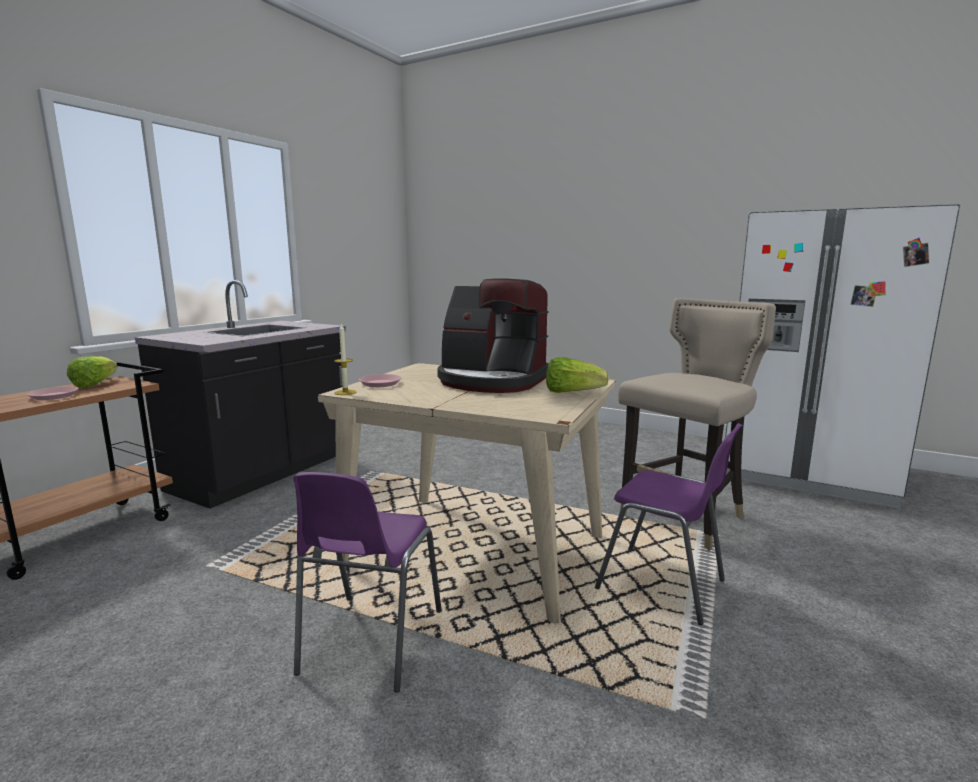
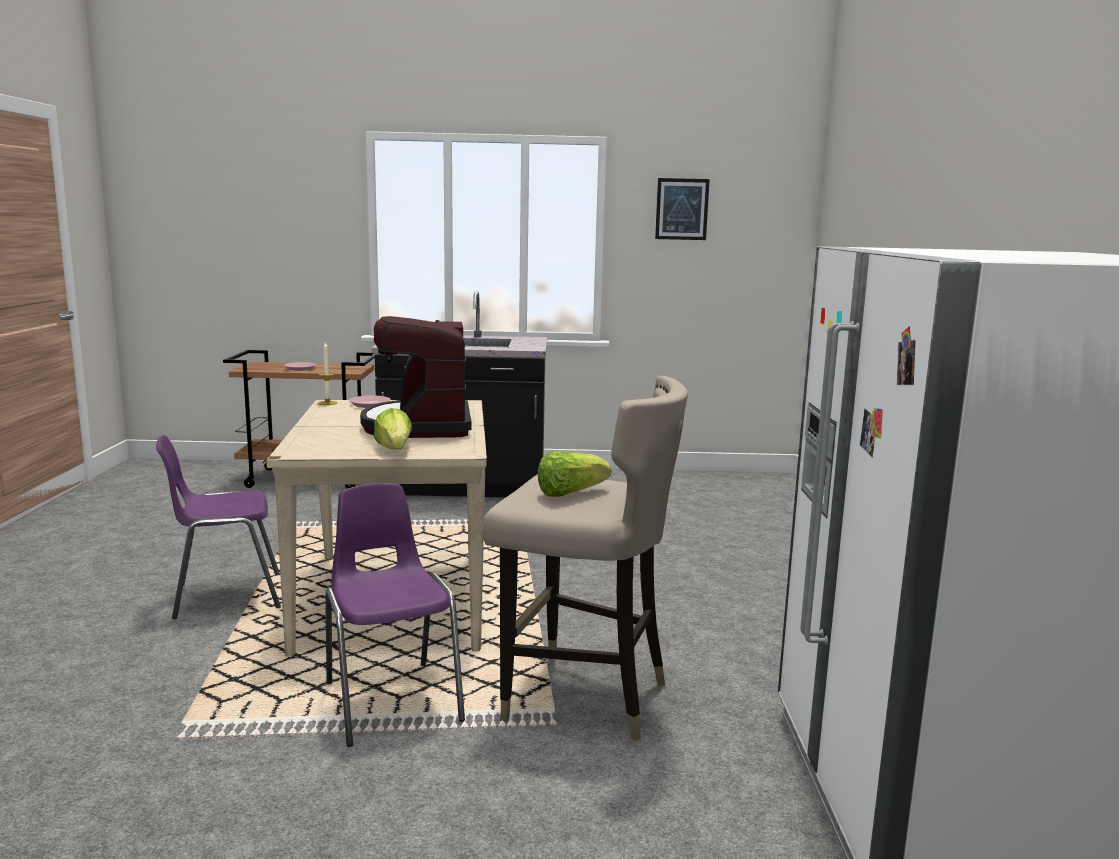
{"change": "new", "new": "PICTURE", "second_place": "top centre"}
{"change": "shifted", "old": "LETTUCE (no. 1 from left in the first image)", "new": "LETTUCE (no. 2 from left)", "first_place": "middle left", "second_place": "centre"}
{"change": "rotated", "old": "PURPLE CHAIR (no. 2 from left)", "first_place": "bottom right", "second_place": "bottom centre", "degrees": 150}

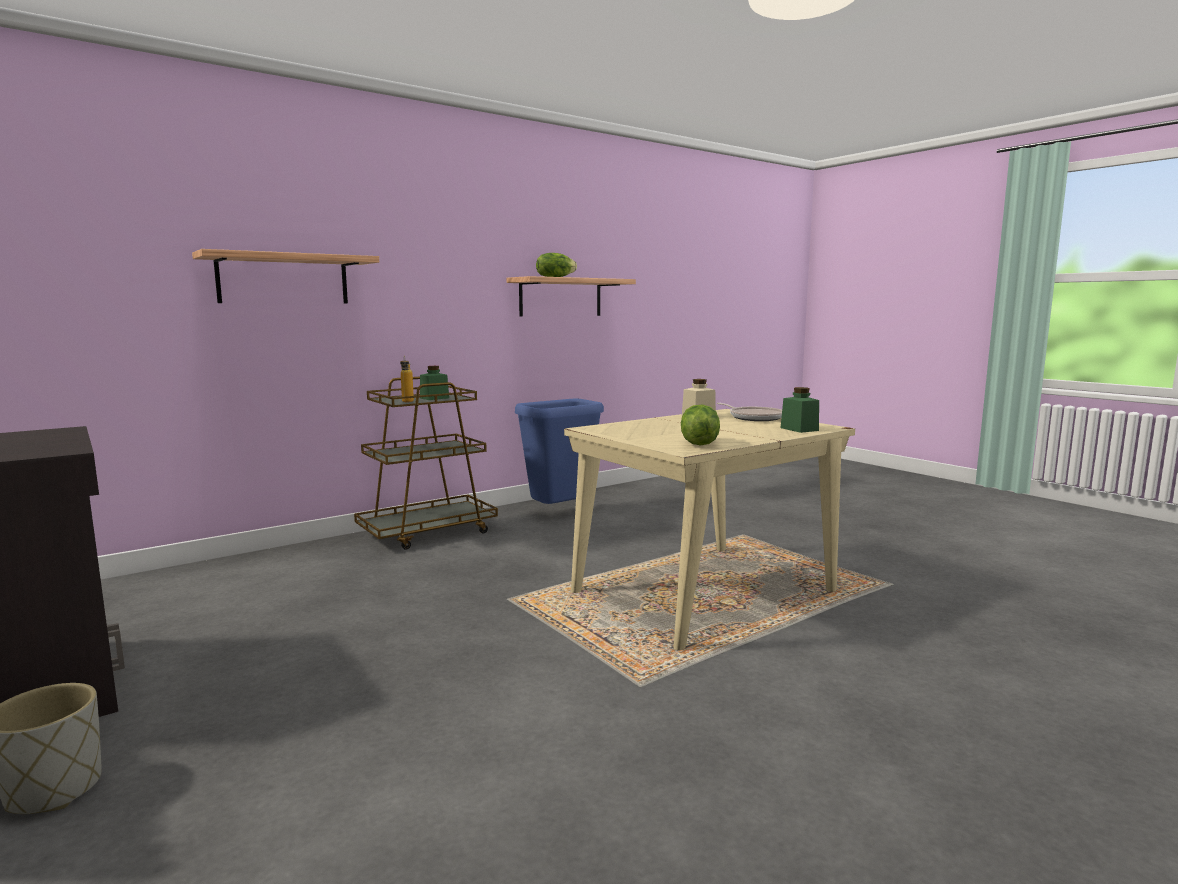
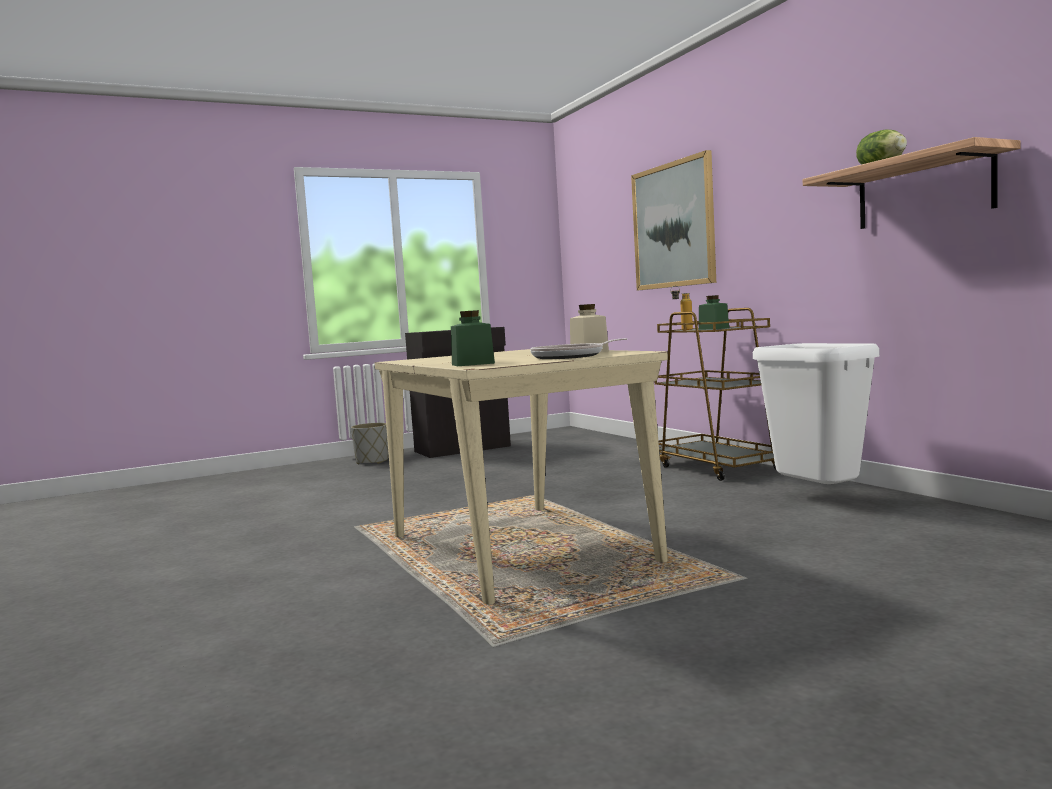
{"change": "gone", "old": "LETTUCE (no. 2 from left)", "first_place": "centre"}
{"change": "swapped", "old": "SHELF (no. 1 from left)", "new": "PICTURE", "first_place": "top left", "second_place": "top centre"}
{"change": "repainted", "old": "BLUE TRASH CAN", "new": "WHITE TRASH CAN", "first_place": "centre", "second_place": "middle right"}

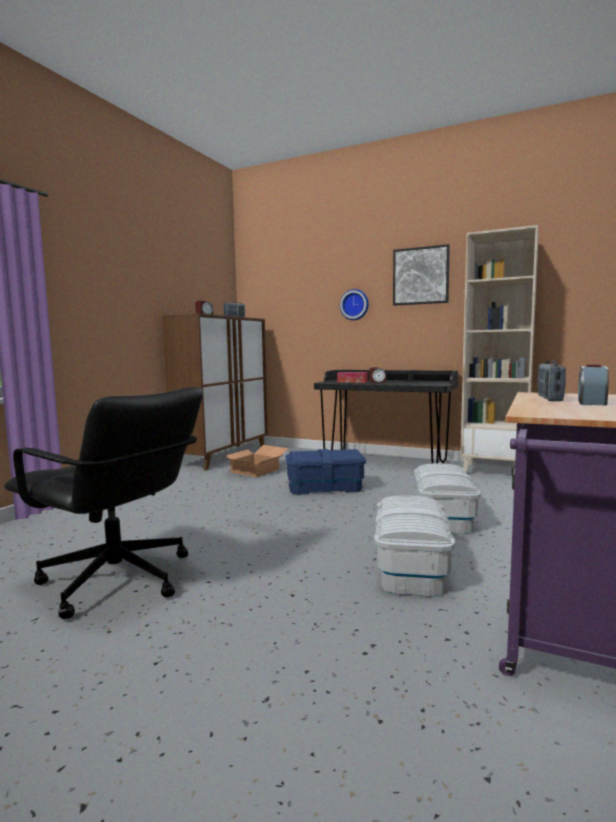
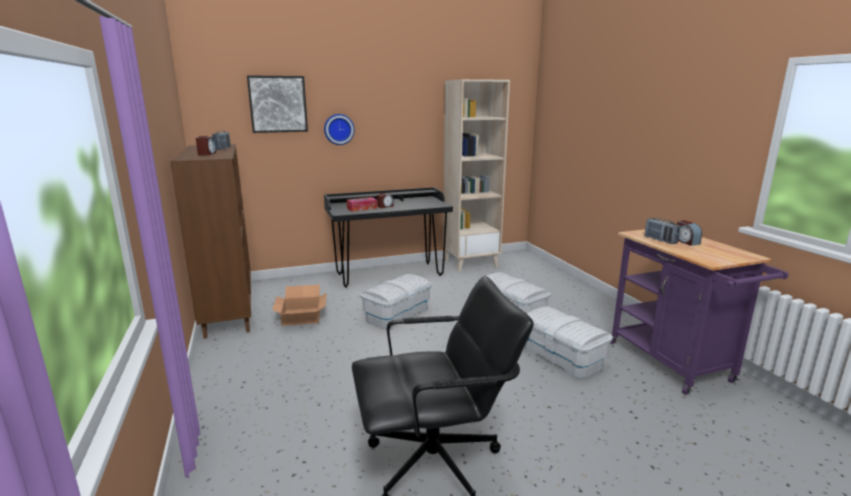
{"change": "shifted", "old": "PICTURE", "first_place": "middle right", "second_place": "top left"}
{"change": "repainted", "old": "BLUE STORAGE BOX", "new": "WHITE STORAGE BOX (no. 1 from left)", "first_place": "centre", "second_place": "centre"}

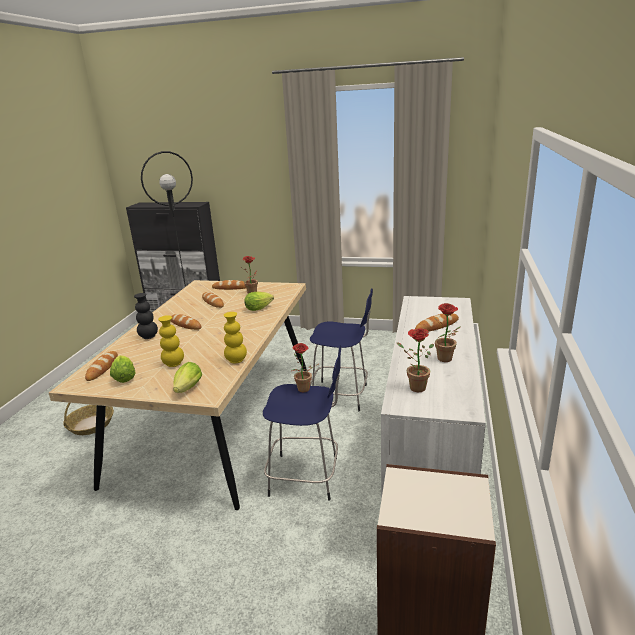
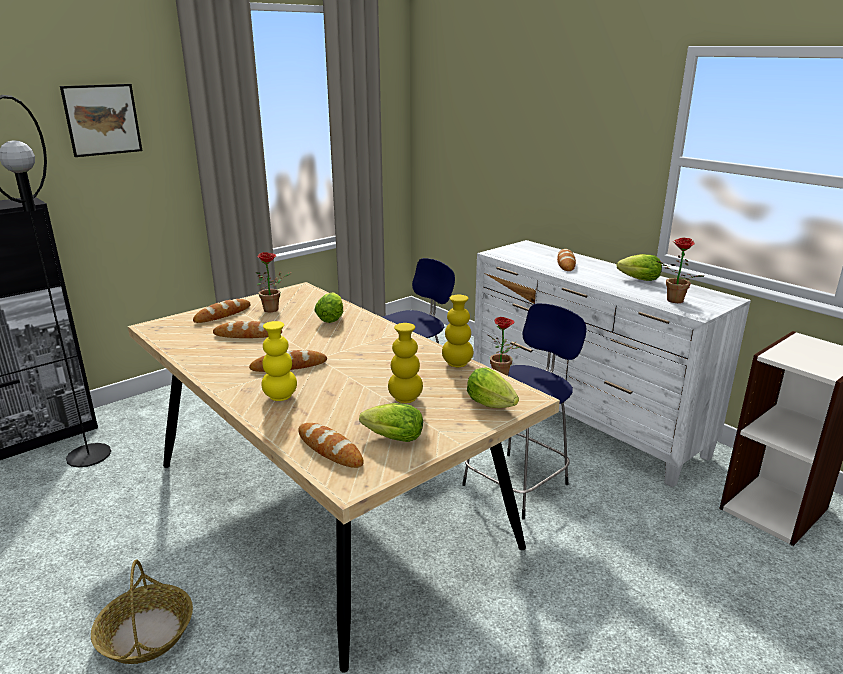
{"change": "new", "new": "PICTURE", "second_place": "top left"}
{"change": "swapped", "old": "POTTED PLANT (no. 4 from left)", "new": "LETTUCE (no. 4 from left)", "first_place": "middle right", "second_place": "middle right"}
{"change": "repainted", "old": "BLACK VASE", "new": "YELLOW VASE (no. 1 from left)", "first_place": "middle left", "second_place": "middle left"}

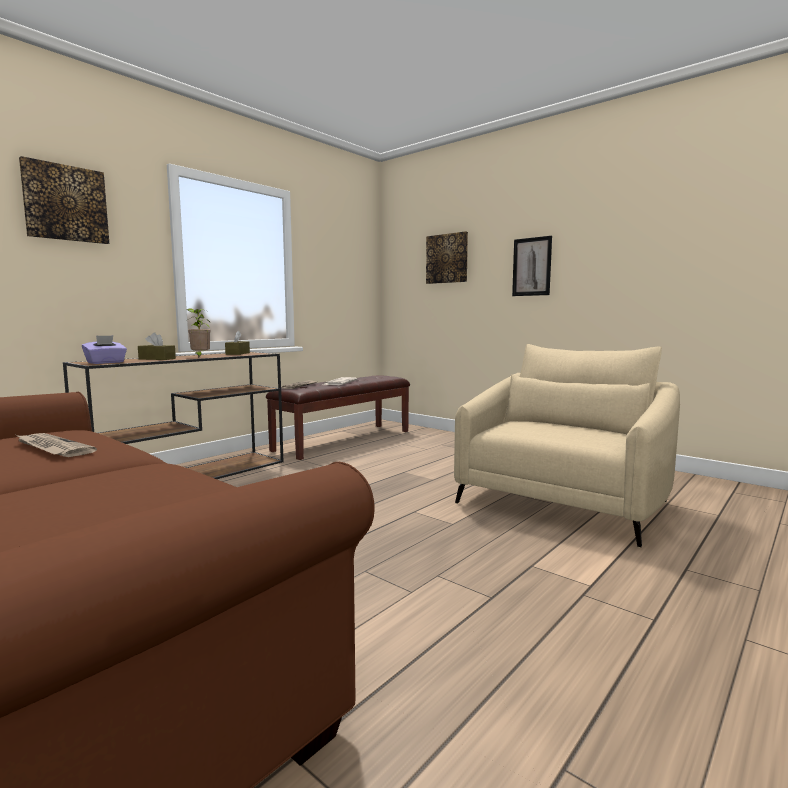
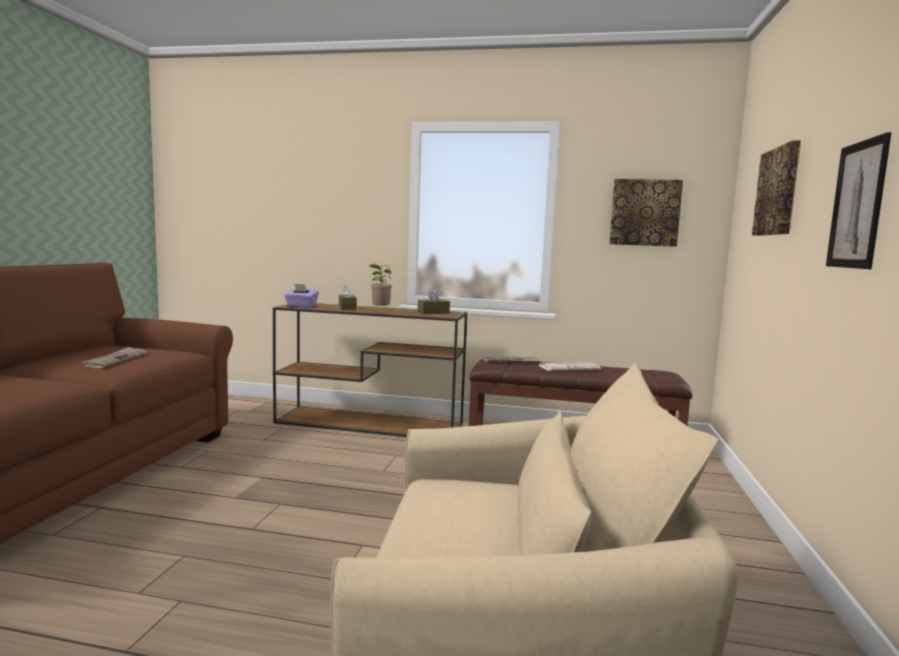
{"change": "shifted", "old": "PICTURE (no. 1 from left)", "first_place": "top left", "second_place": "top right"}

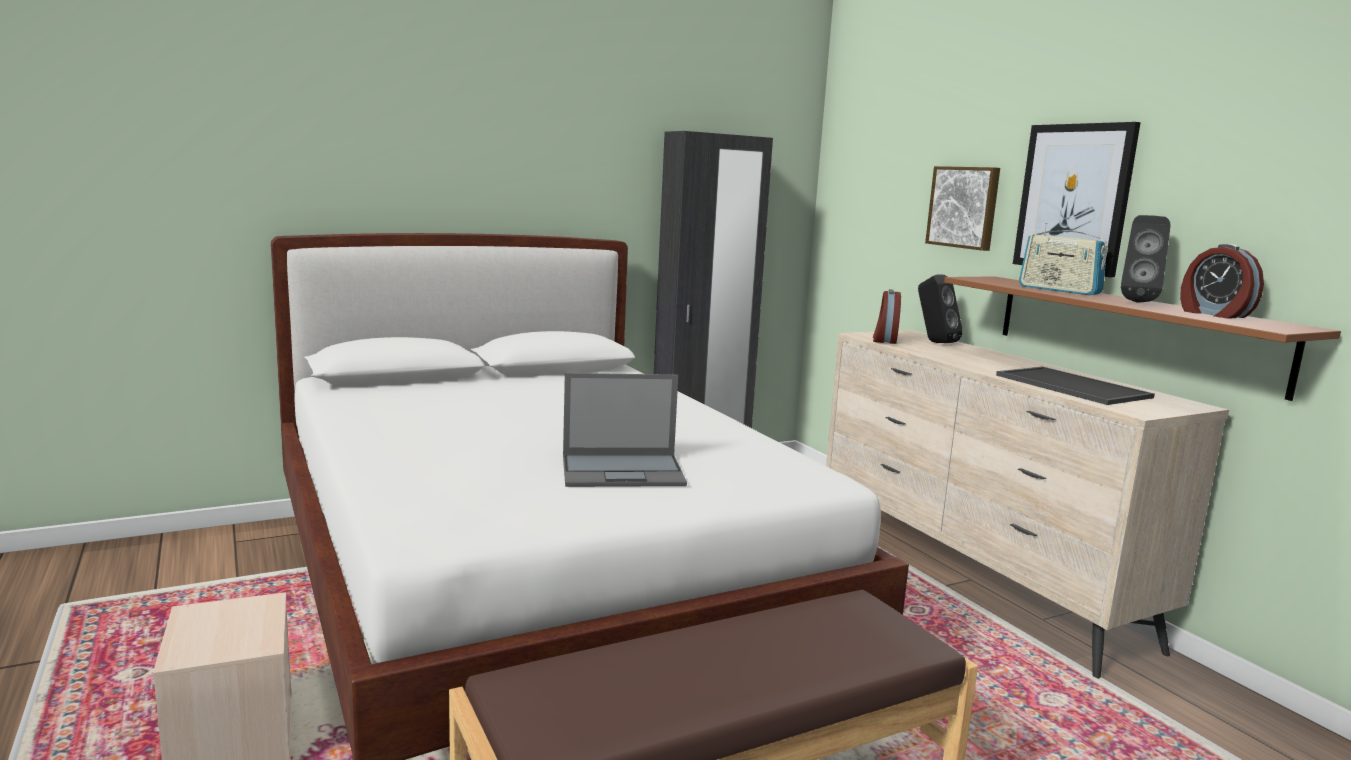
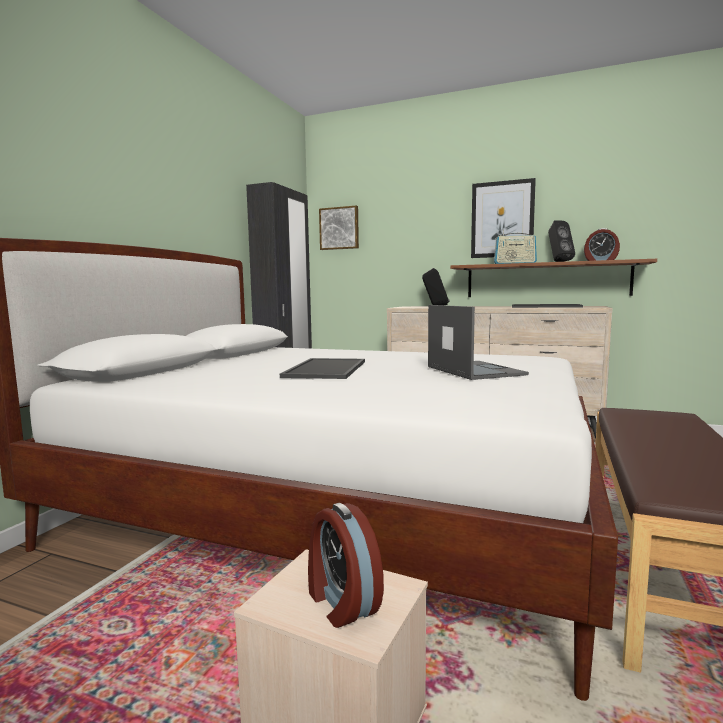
{"change": "new", "new": "TRAY (no. 1 from left)", "second_place": "centre"}
{"change": "shifted", "old": "ALARM CLOCK (no. 1 from left)", "first_place": "centre", "second_place": "bottom centre"}
{"change": "shifted", "old": "PICTURE (no. 1 from left)", "first_place": "top right", "second_place": "top centre"}
{"change": "rotated", "old": "LAPTOP", "first_place": "centre", "second_place": "centre", "degrees": -60}

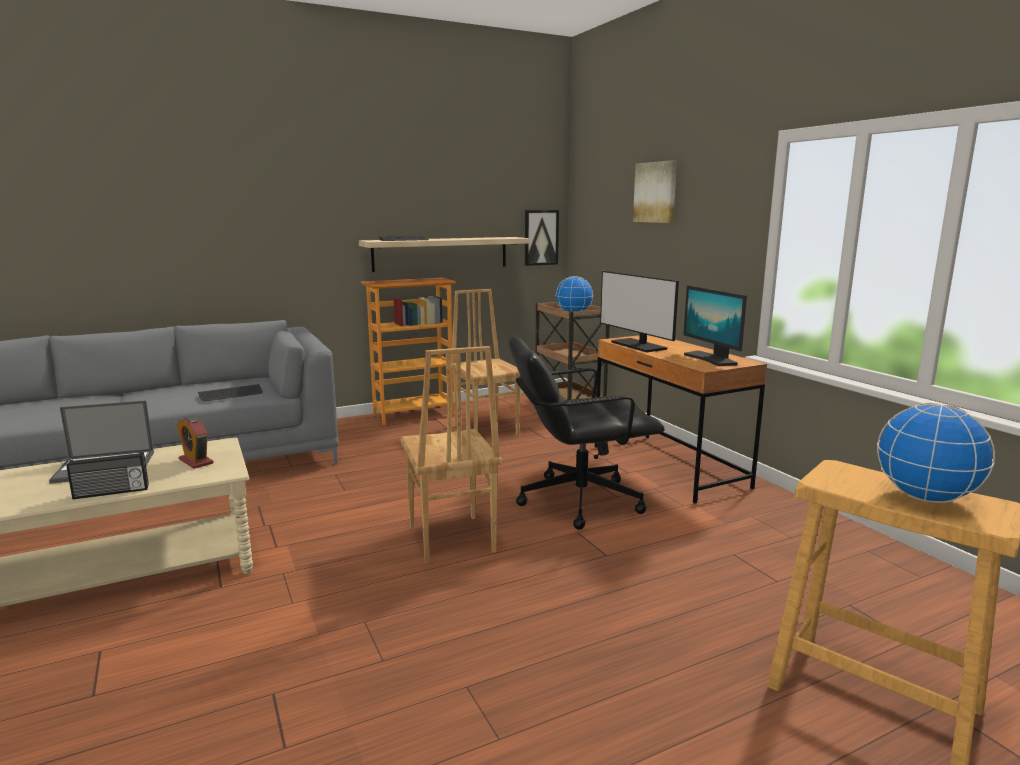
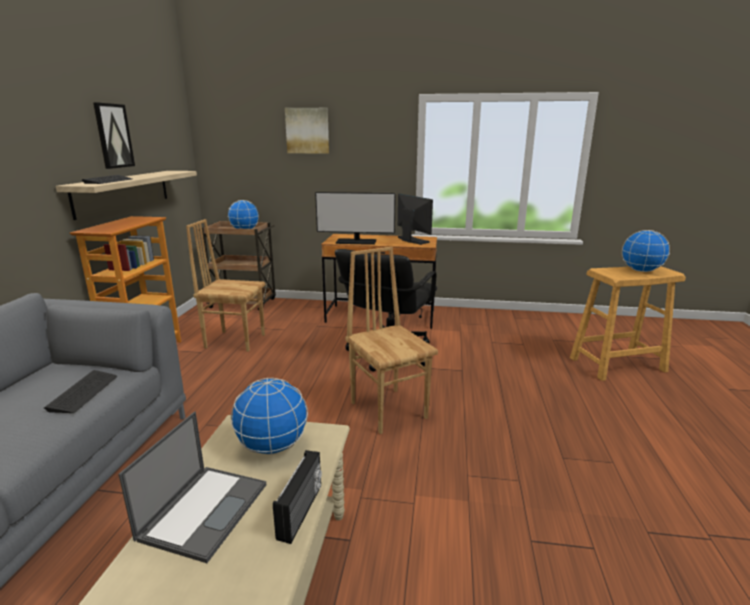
{"change": "shifted", "old": "PICTURE (no. 1 from left)", "first_place": "top centre", "second_place": "top left"}
{"change": "swapped", "old": "ALARM CLOCK", "new": "GLOBE (no. 2 from left)", "first_place": "middle left", "second_place": "bottom centre"}
{"change": "rotated", "old": "BROWN CHAIR (no. 1 from left in the first image)", "first_place": "centre", "second_place": "centre", "degrees": -135}
{"change": "rotated", "old": "MONITOR (no. 2 from left)", "first_place": "middle right", "second_place": "centre", "degrees": -135}

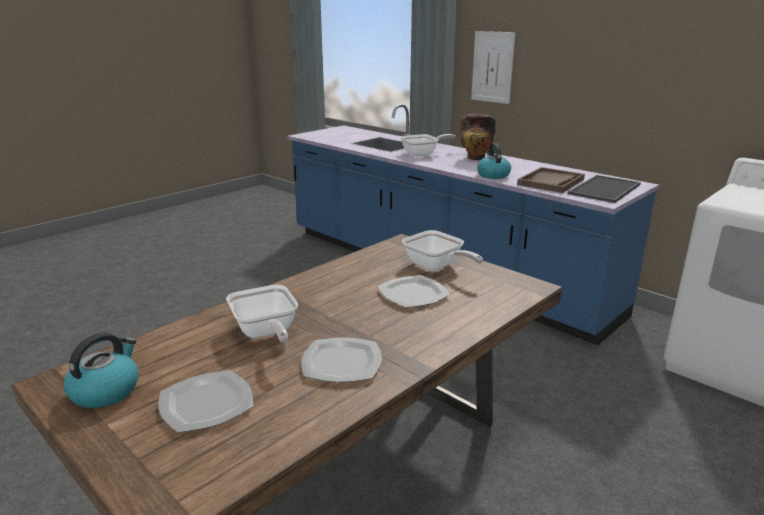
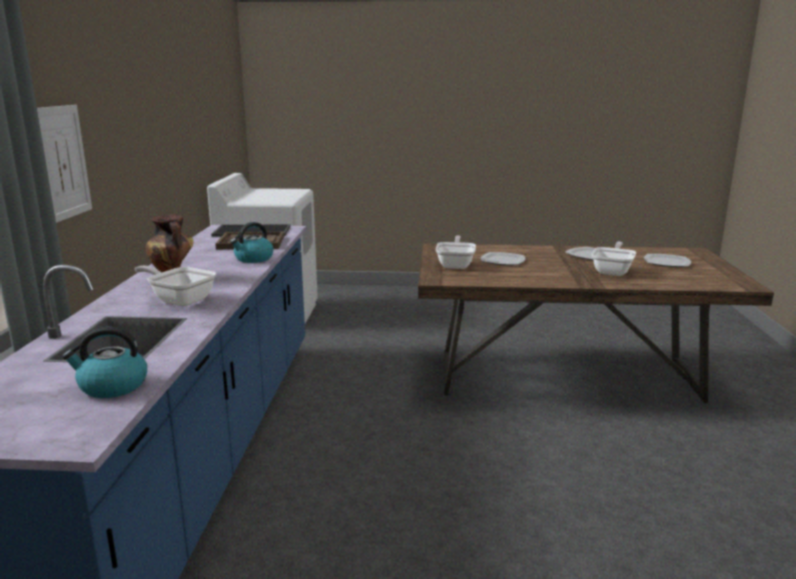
{"change": "shifted", "old": "KETTLE (no. 1 from left)", "first_place": "bottom left", "second_place": "middle left"}

